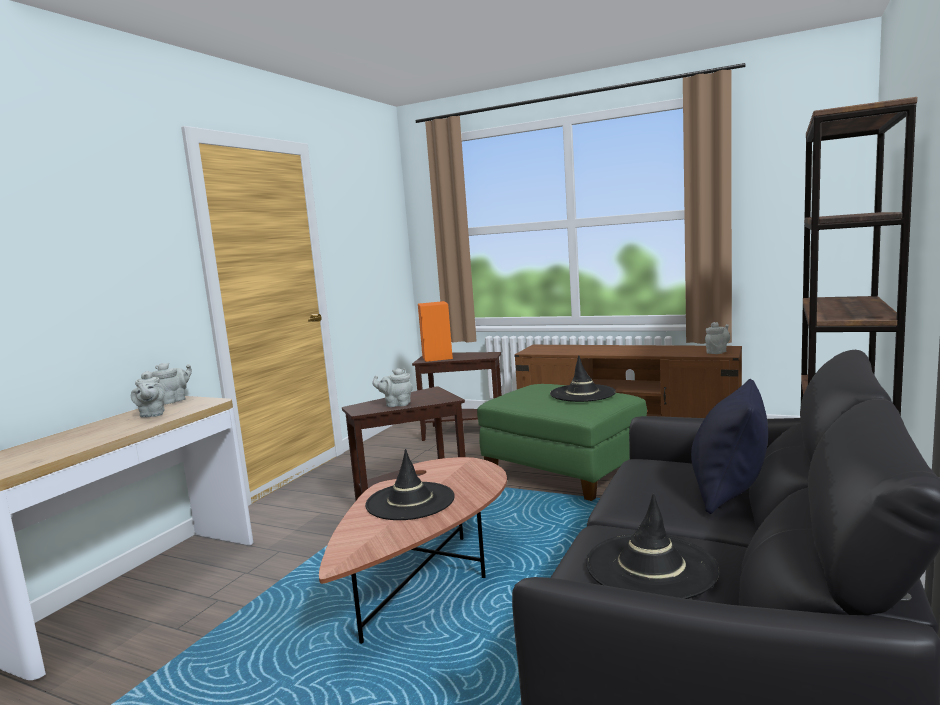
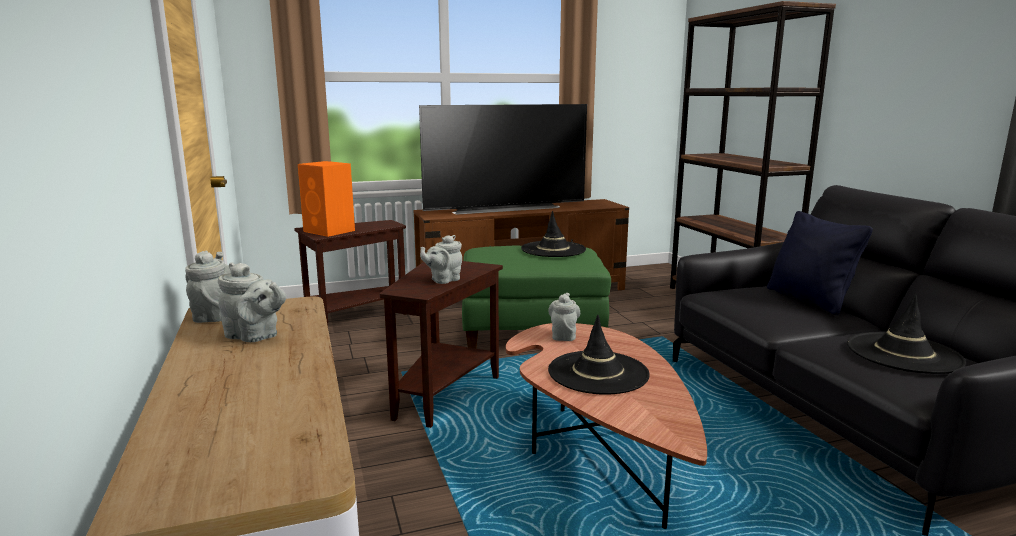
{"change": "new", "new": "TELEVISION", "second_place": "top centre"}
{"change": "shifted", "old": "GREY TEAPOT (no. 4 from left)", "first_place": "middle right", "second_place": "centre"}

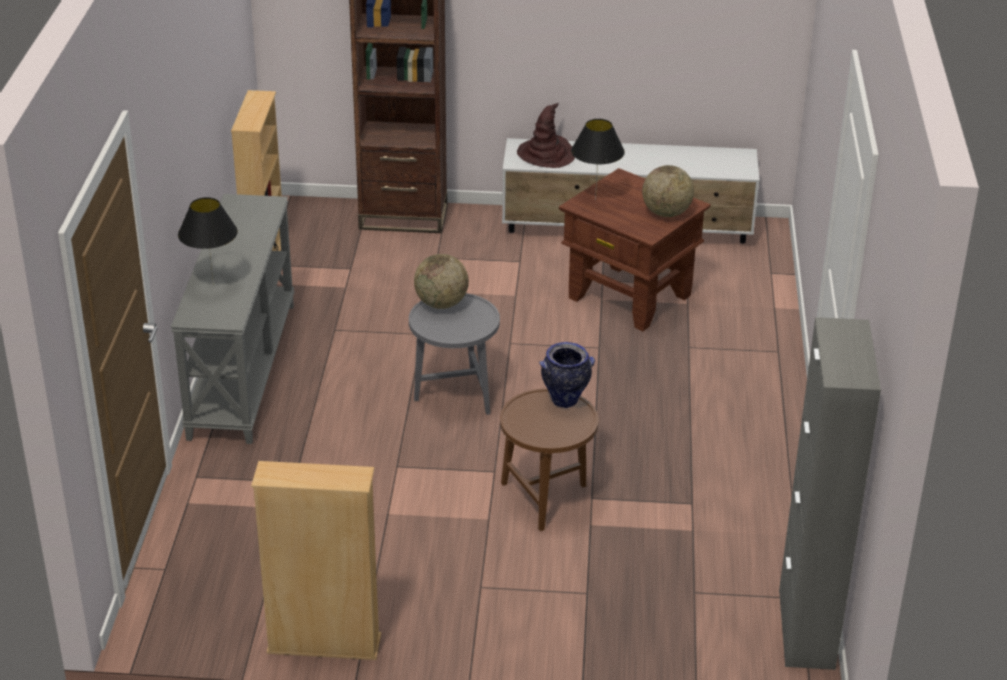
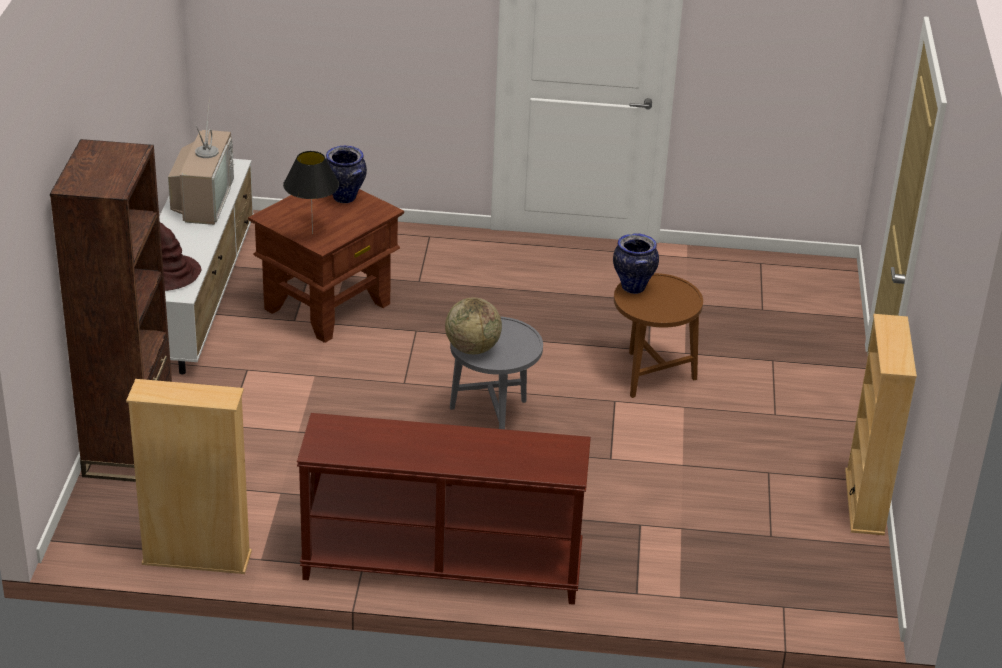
{"change": "gone", "old": "BLACK TABLE LAMP (no. 1 from left)", "first_place": "middle left"}
{"change": "gone", "old": "GREY CABINET", "first_place": "bottom right"}
{"change": "new", "new": "TELEVISION", "second_place": "top left"}
{"change": "swapped", "old": "GLOBE (no. 2 from left)", "new": "VASE (no. 1 from left)", "first_place": "top centre", "second_place": "top centre"}
{"change": "repainted", "old": "GREY CONSOLE TABLE", "new": "BROWN CONSOLE TABLE", "first_place": "middle left", "second_place": "bottom centre"}

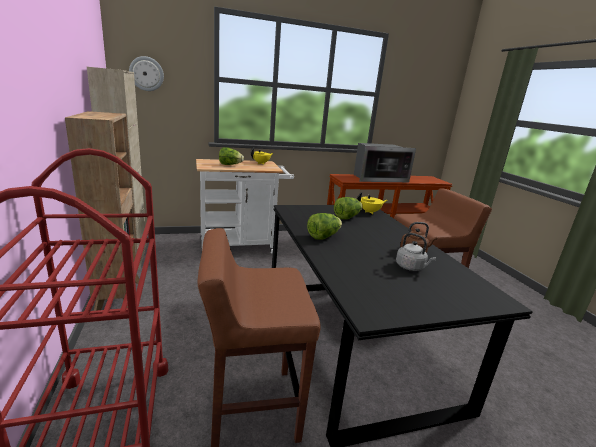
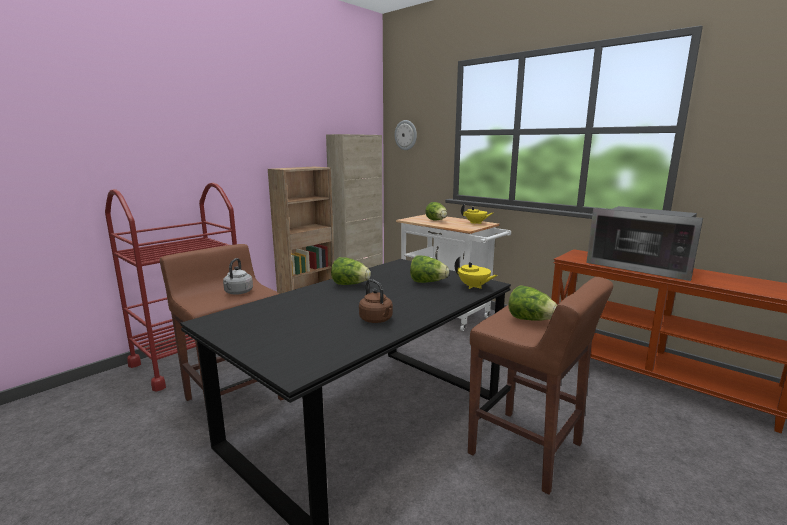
{"change": "new", "new": "LETTUCE (no. 4 from left)", "second_place": "middle right"}
{"change": "shifted", "old": "GREY KETTLE", "first_place": "middle right", "second_place": "middle left"}

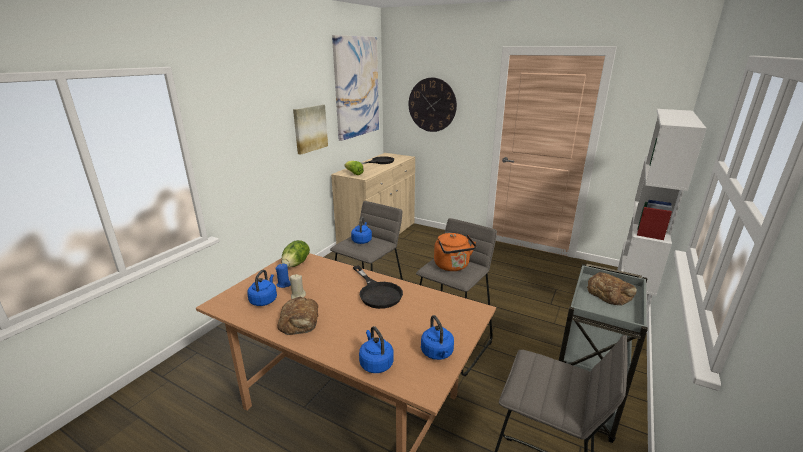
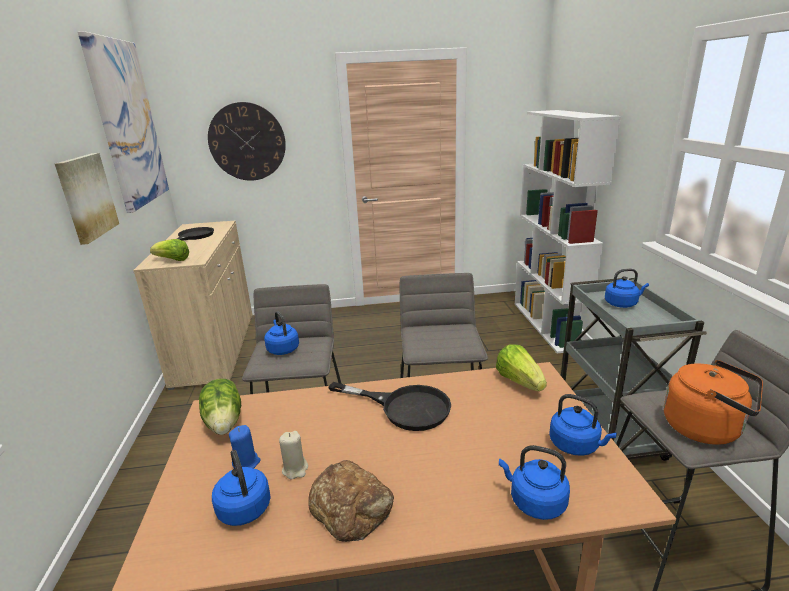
{"change": "new", "new": "LETTUCE (no. 3 from left)", "second_place": "centre"}
{"change": "shifted", "old": "ORANGE KETTLE", "first_place": "centre", "second_place": "bottom right"}
{"change": "swapped", "old": "BREAD (no. 2 from left)", "new": "BLUE KETTLE (no. 5 from left)", "first_place": "middle right", "second_place": "middle right"}

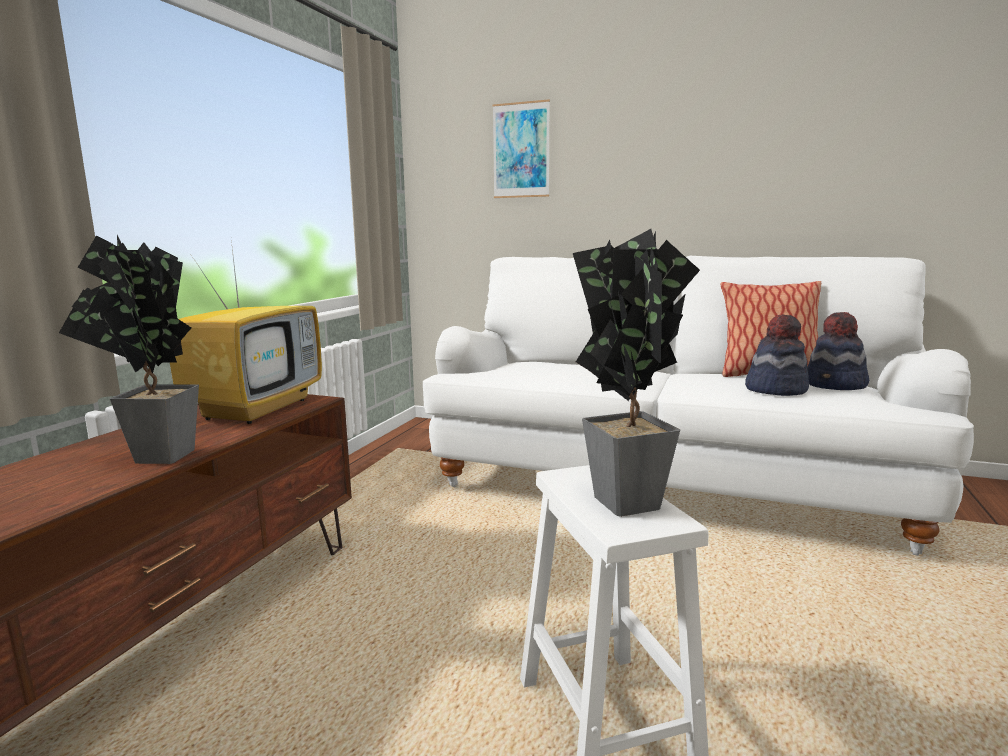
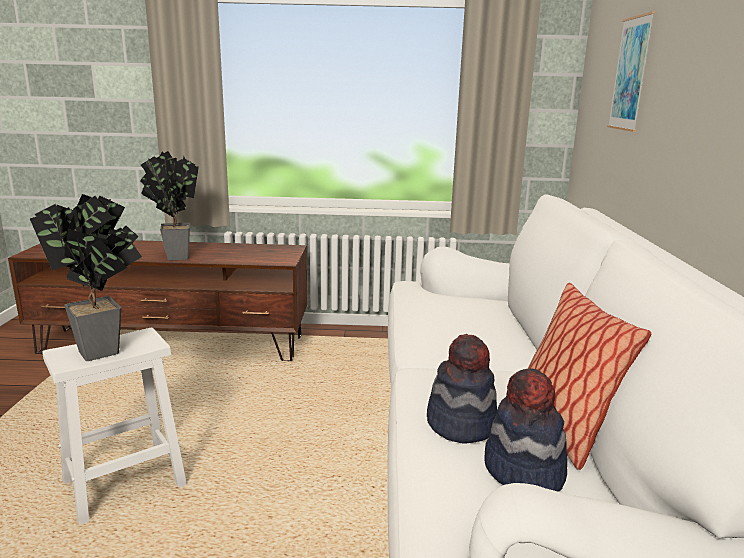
{"change": "gone", "old": "TELEVISION", "first_place": "middle left"}

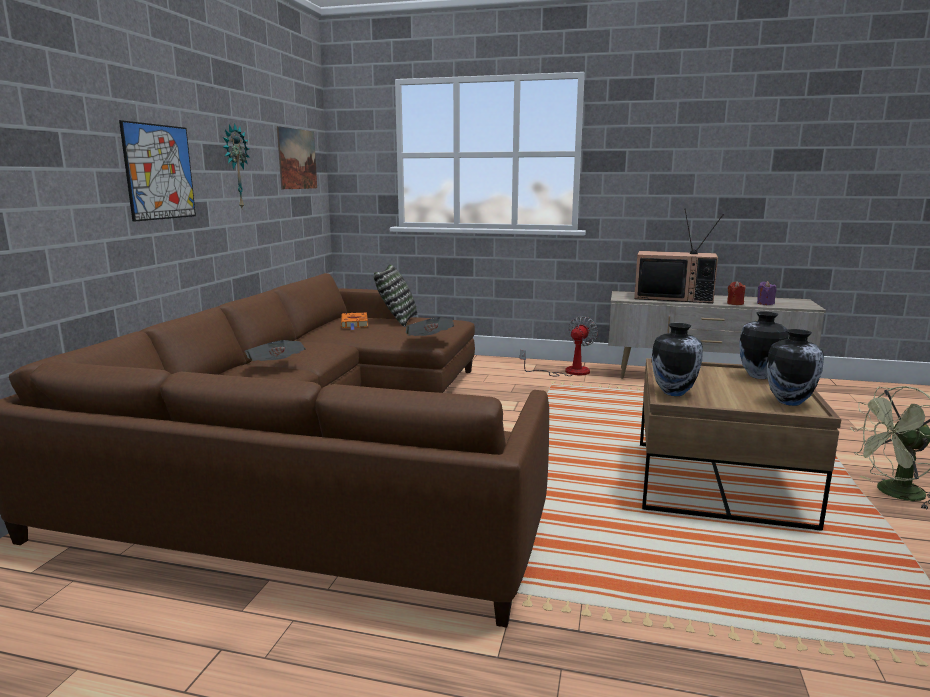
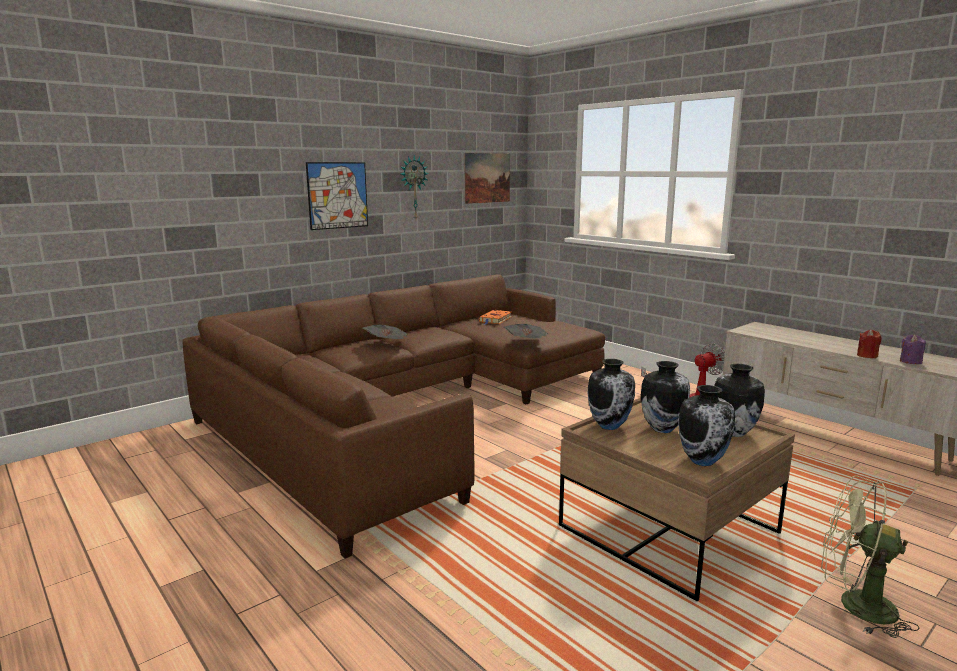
{"change": "gone", "old": "PILLOW", "first_place": "centre"}
{"change": "gone", "old": "TELEVISION", "first_place": "middle right"}
{"change": "new", "new": "VASE (no. 2 from left)", "second_place": "middle right"}

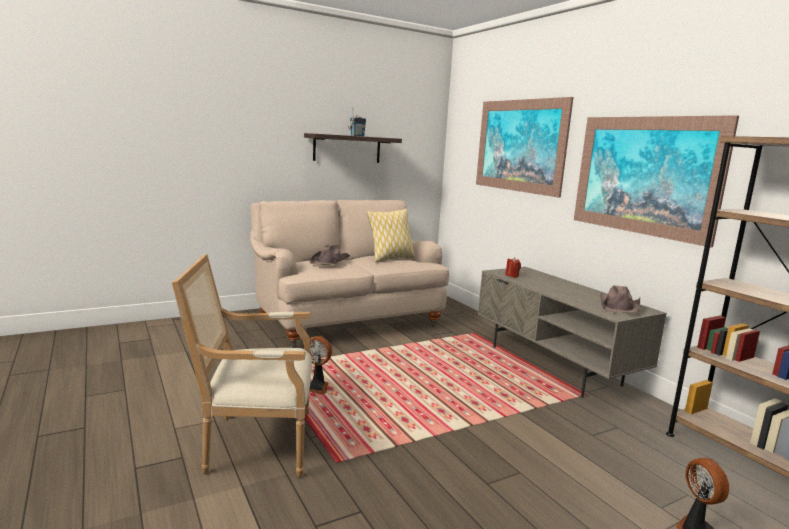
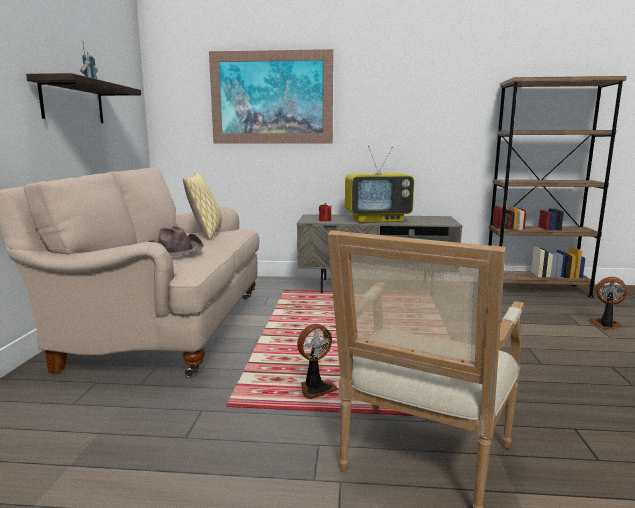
{"change": "gone", "old": "PICTURE (no. 2 from left)", "first_place": "middle right"}
{"change": "gone", "old": "BROWN HAT (no. 2 from left)", "first_place": "middle right"}
{"change": "new", "new": "TELEVISION", "second_place": "centre"}

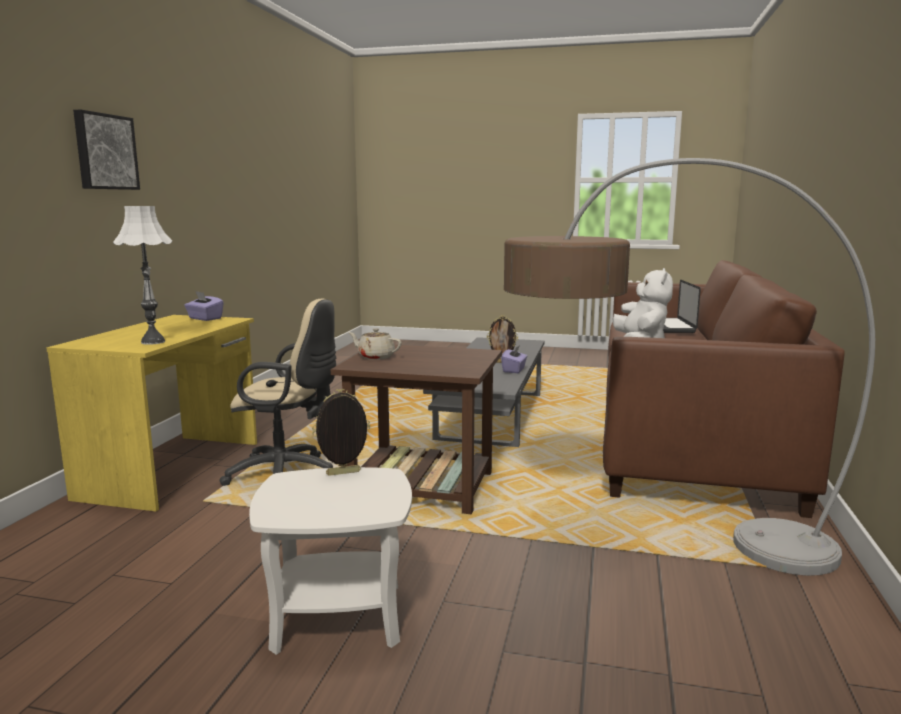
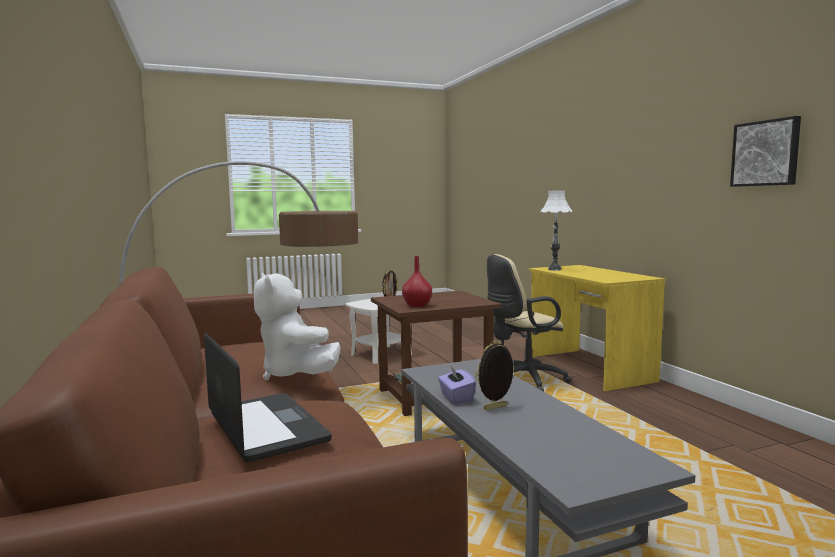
{"change": "gone", "old": "PURPLE TISSUE BOX (no. 1 from left)", "first_place": "middle left"}
{"change": "gone", "old": "BEIGE TEAPOT", "first_place": "centre"}
{"change": "new", "new": "RED VASE", "second_place": "centre"}
{"change": "shifted", "old": "PICTURE", "first_place": "top left", "second_place": "top right"}

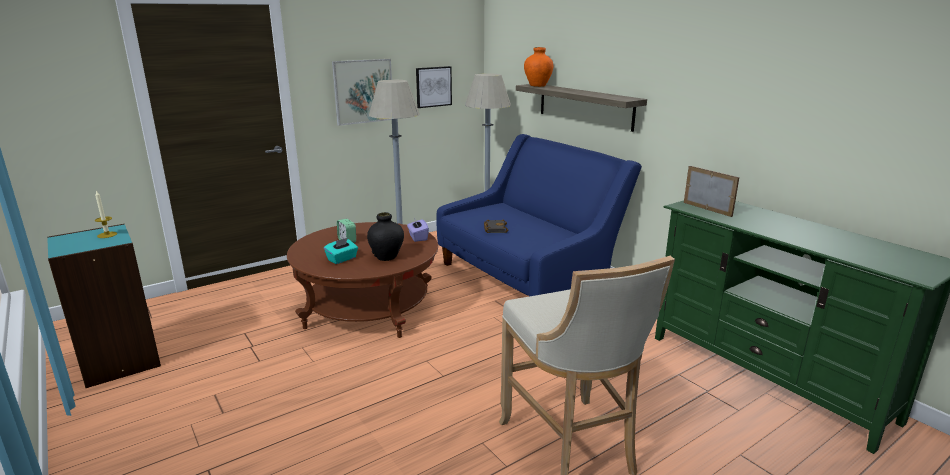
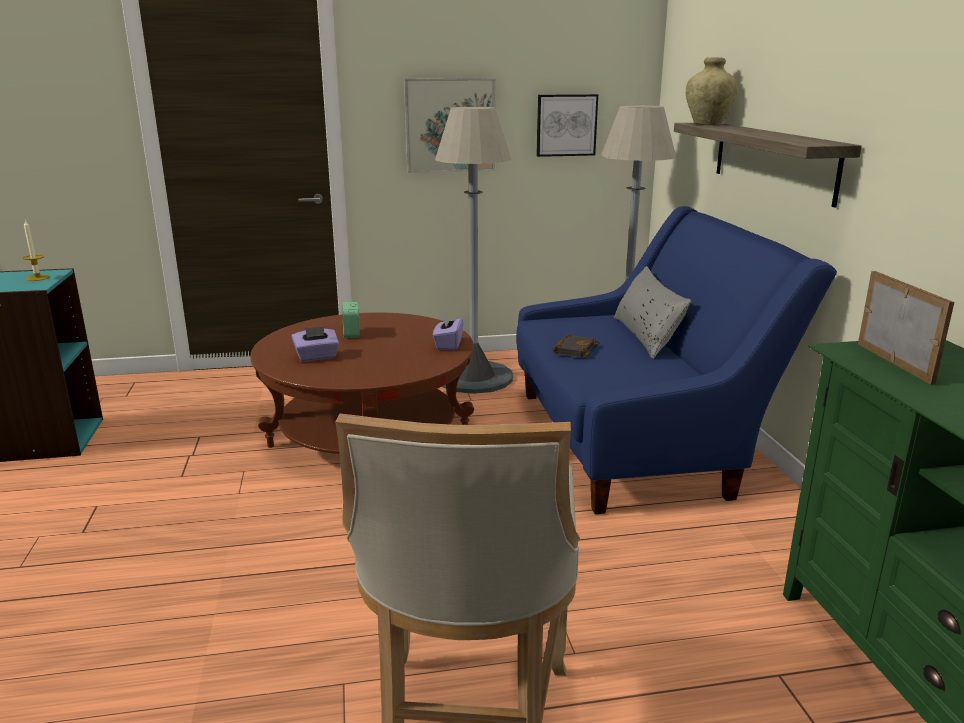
{"change": "gone", "old": "BLACK VASE", "first_place": "centre"}
{"change": "new", "new": "GREY PILLOW", "second_place": "middle right"}
{"change": "repainted", "old": "TURQUOISE TISSUE BOX", "new": "PURPLE TISSUE BOX (no. 1 from left)", "first_place": "centre", "second_place": "middle left"}
{"change": "repainted", "old": "ORANGE VASE", "new": "BEIGE VASE", "first_place": "top centre", "second_place": "top right"}

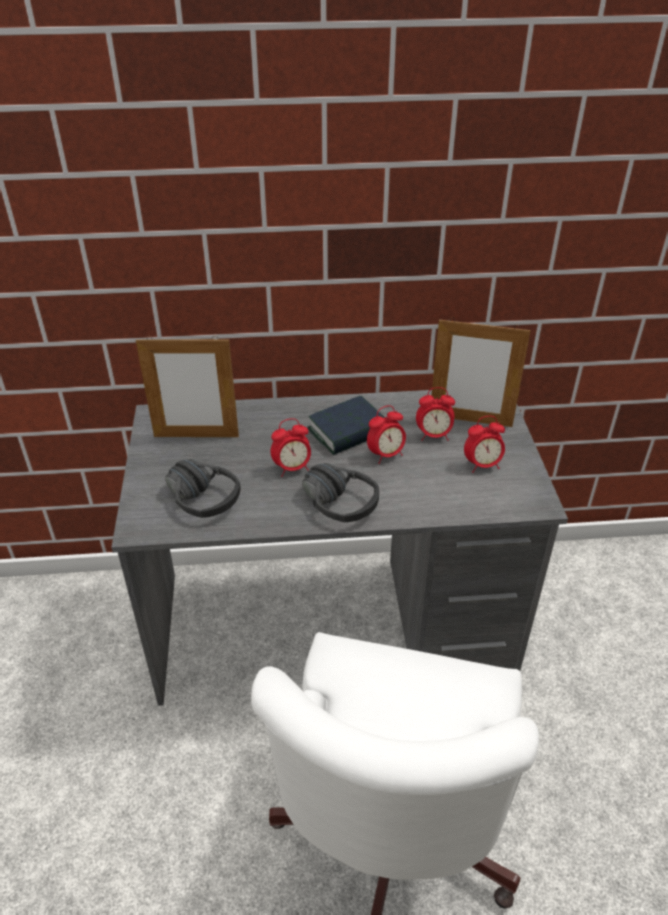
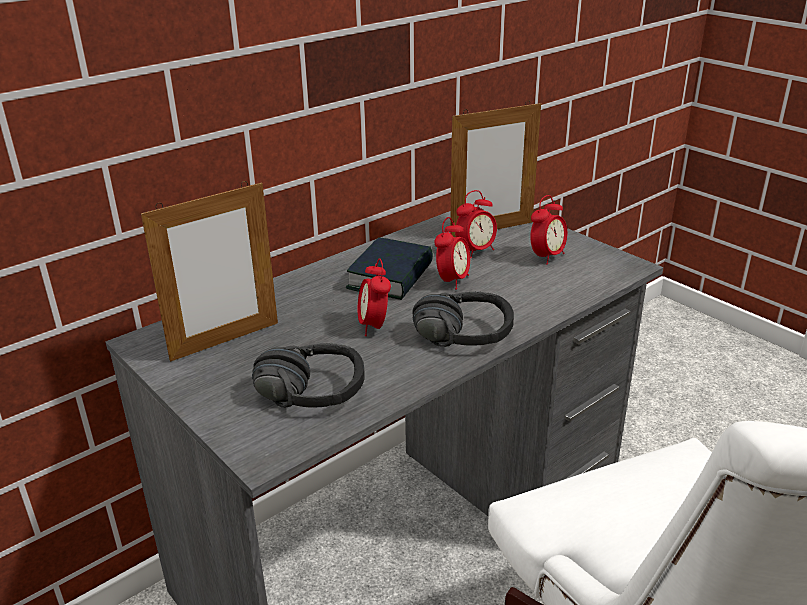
{"change": "rotated", "old": "ALARM CLOCK (no. 1 from left)", "first_place": "centre", "second_place": "centre", "degrees": 135}

